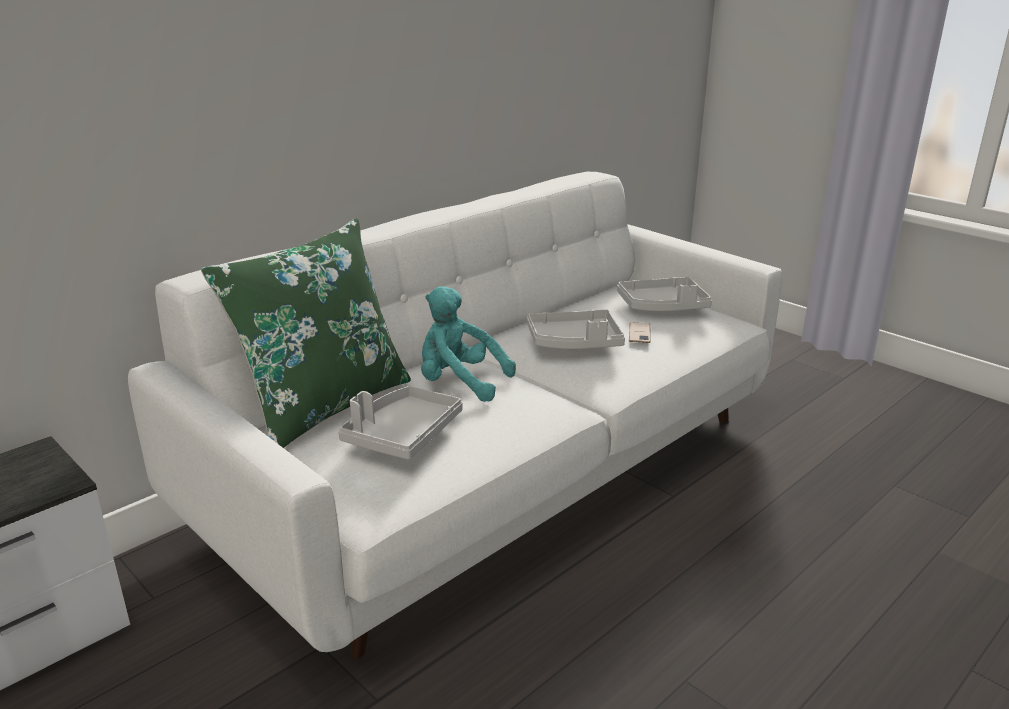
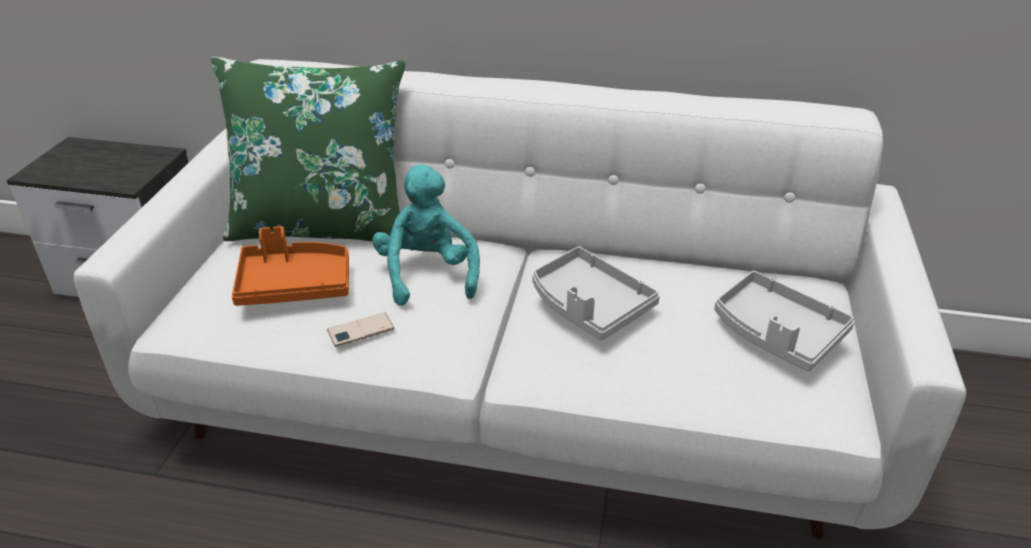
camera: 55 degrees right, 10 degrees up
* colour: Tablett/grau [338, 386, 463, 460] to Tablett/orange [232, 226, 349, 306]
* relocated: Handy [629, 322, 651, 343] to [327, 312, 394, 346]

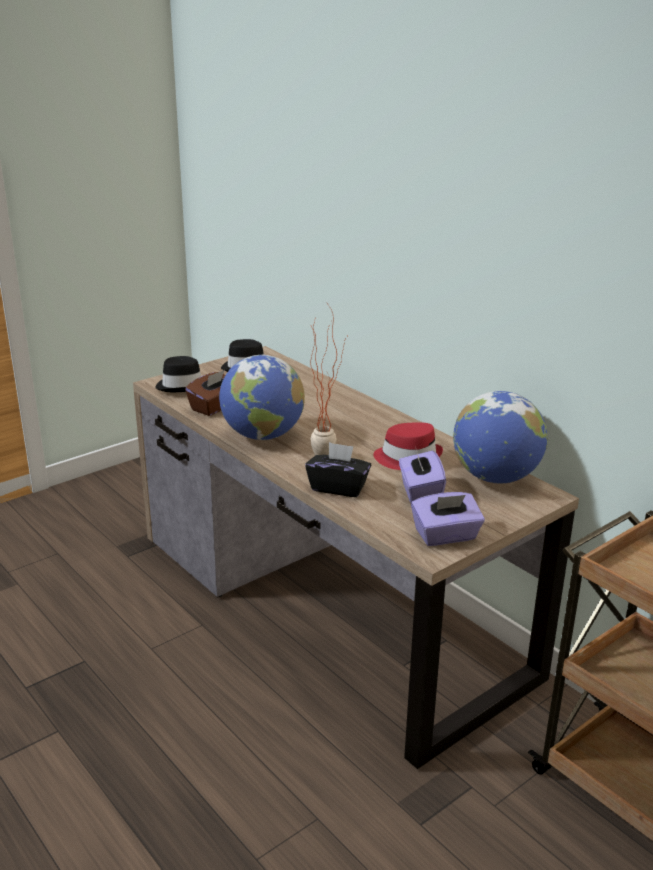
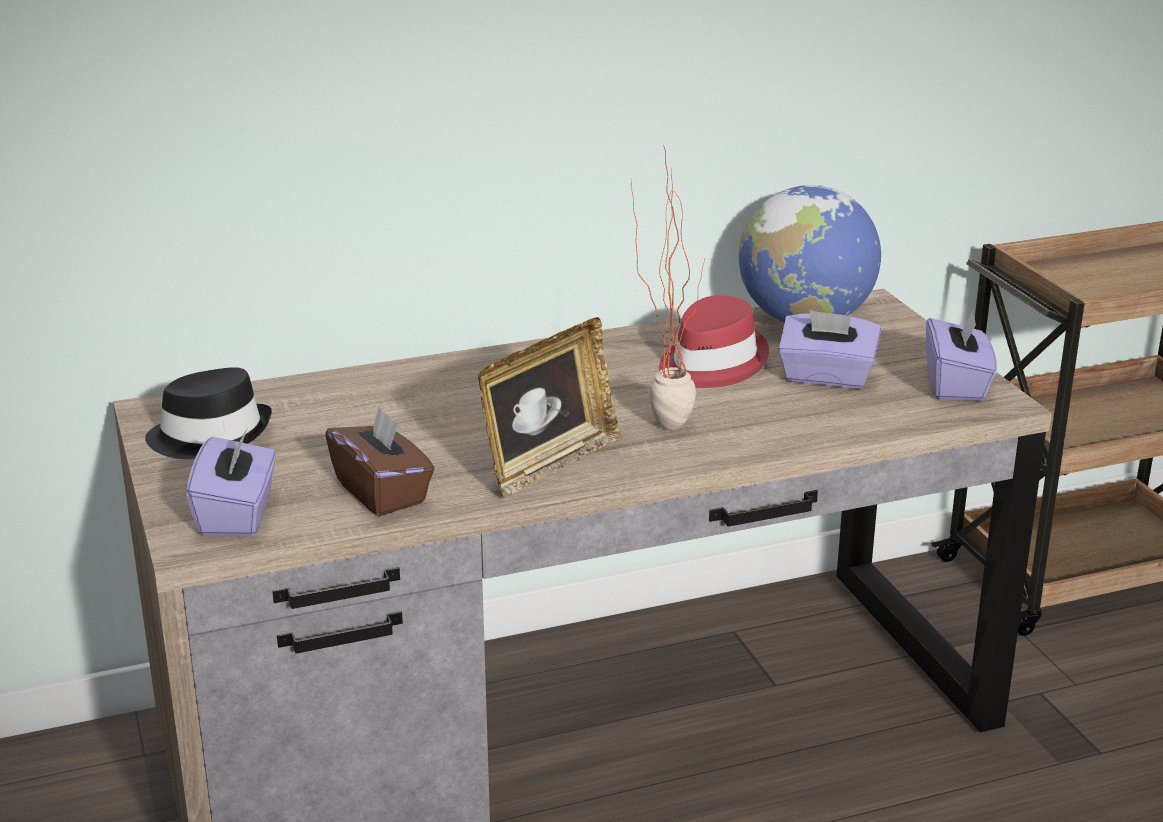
camera: 70 degrees left, 0 degrees up
* exchanged: Hut/schwarz [155, 356, 201, 392] to Taschentuchbox/lila [186, 429, 276, 536]
* exchanged: Globus [219, 355, 305, 440] to Bilderrahmen [478, 317, 622, 497]
* missing: Taschentuchbox/schwarz [305, 442, 371, 497]

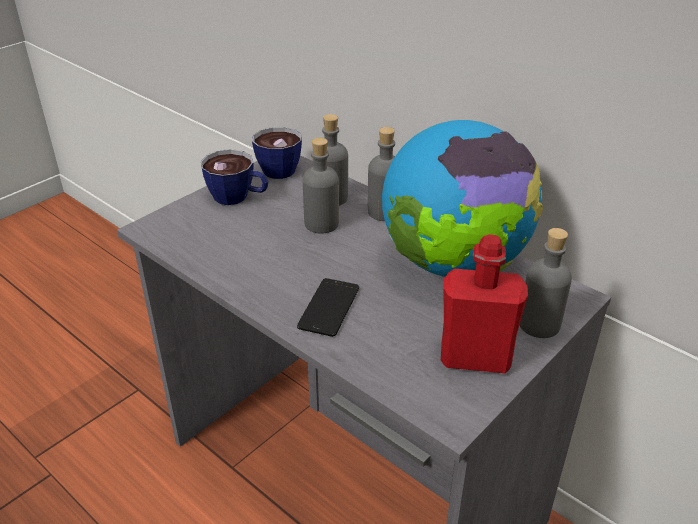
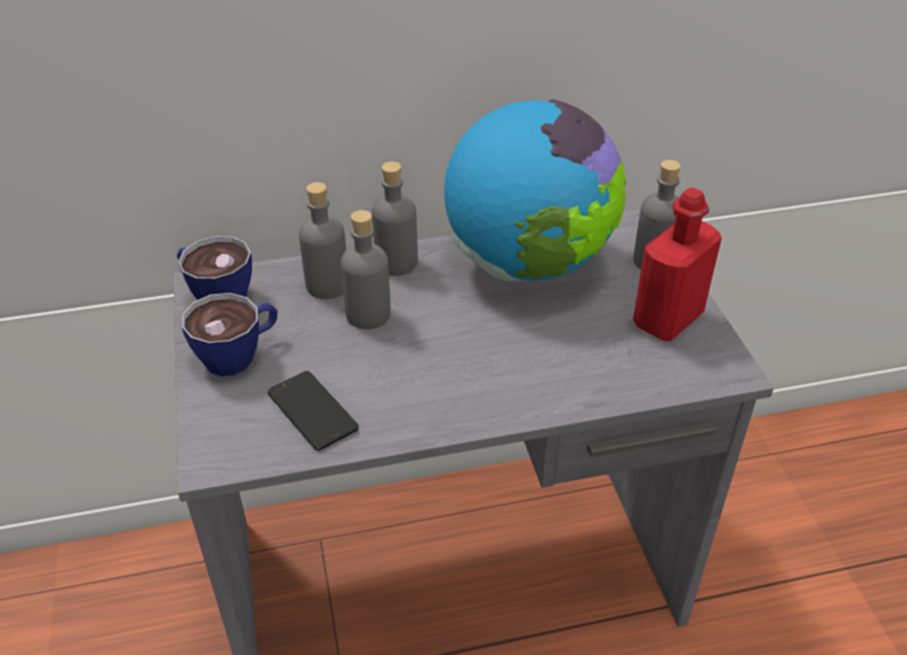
camera: 55 degrees left, 5 degrees up
* relocated: Handy [297, 278, 359, 337] to [267, 371, 359, 451]

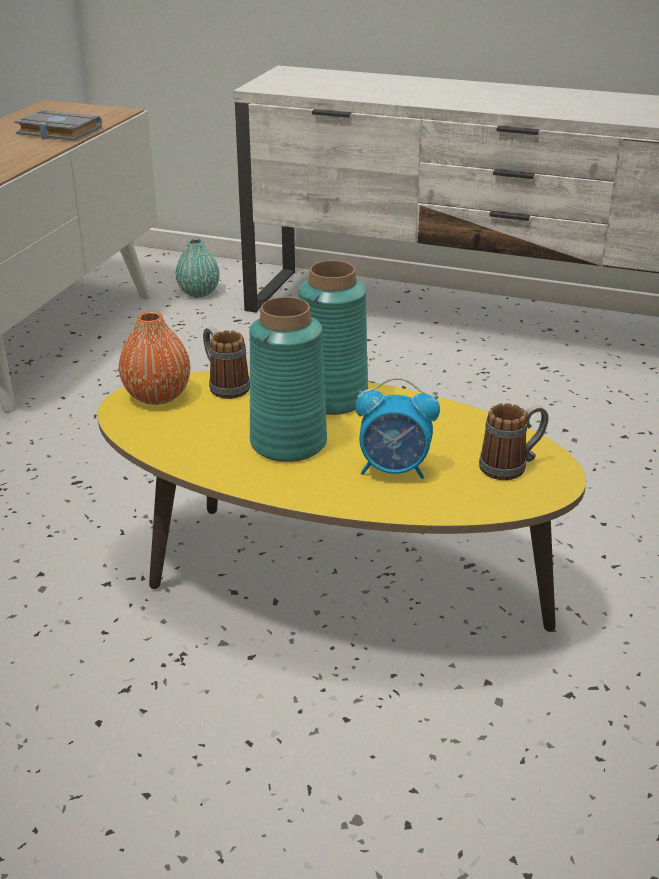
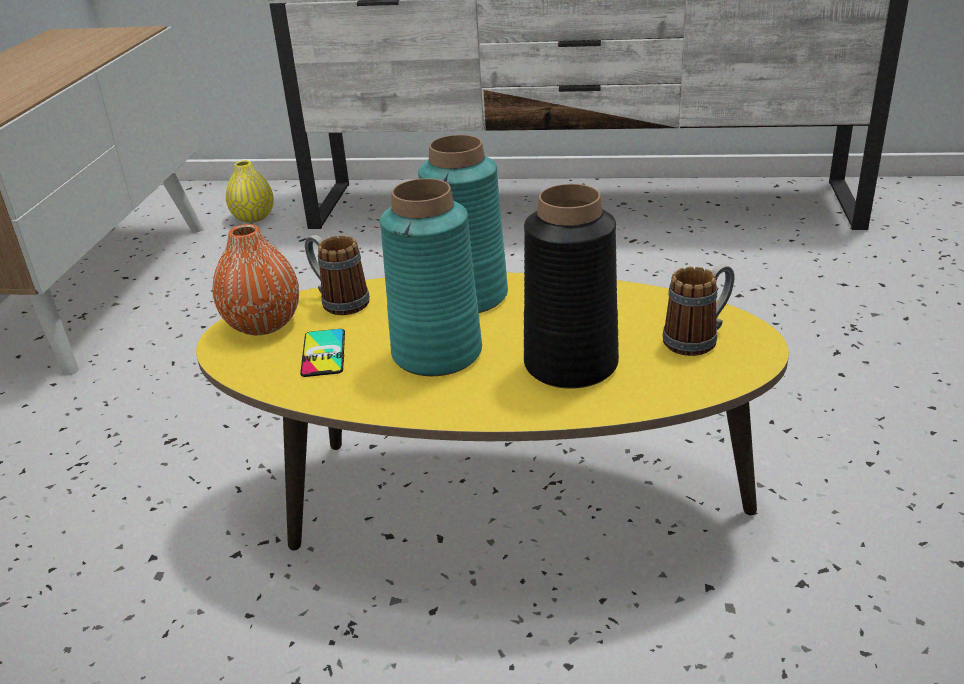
camera: 10 degrees left, 0 degrees up
* colour: Vase/türkis [175, 239, 220, 297] to Vase/gelb [226, 160, 274, 223]
* appeared: Handy [300, 329, 345, 377]
* exchanged: Wecker [355, 377, 440, 479] to Vase/schwarz [524, 184, 619, 389]
* missing: Buch/grau [14, 110, 102, 141]

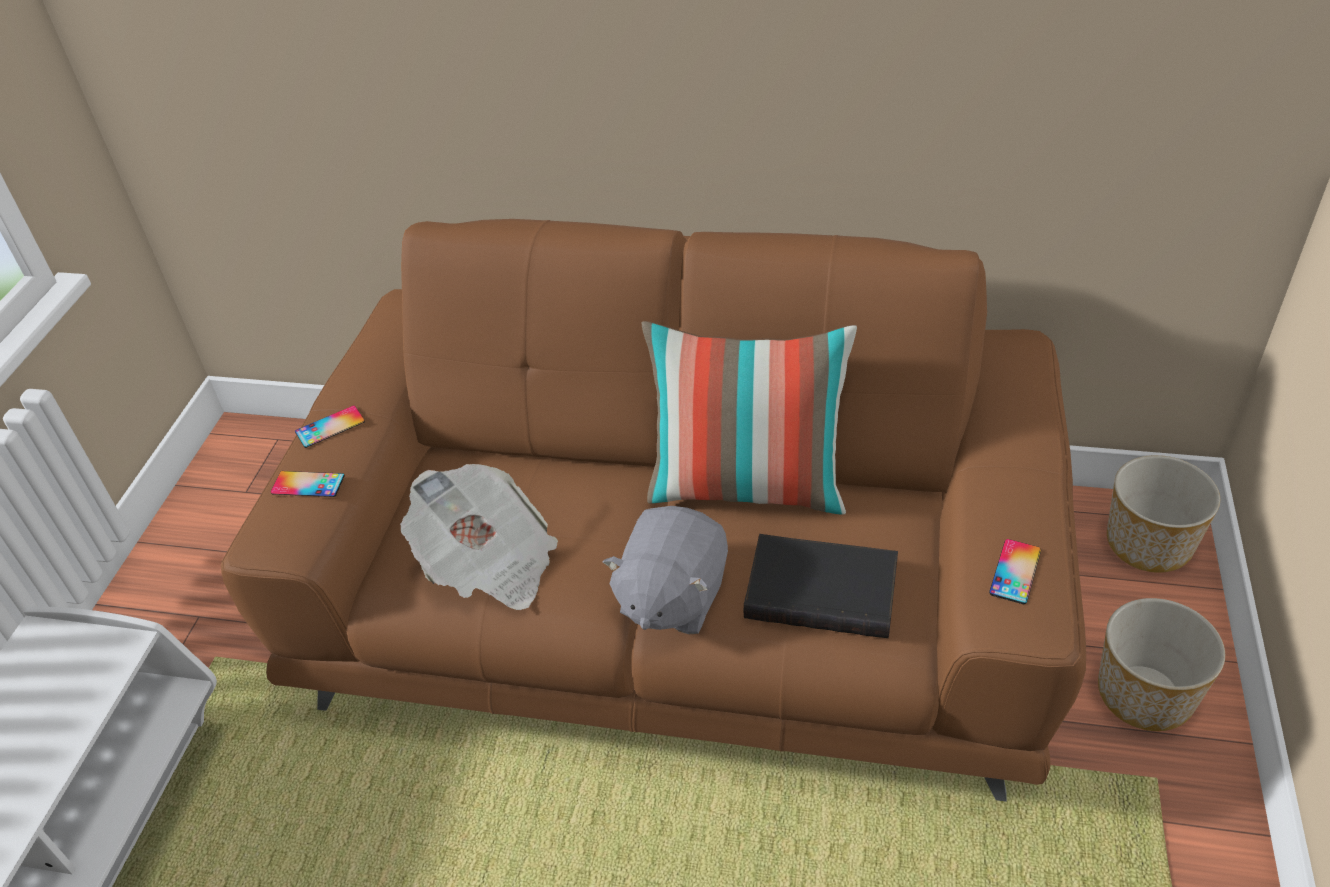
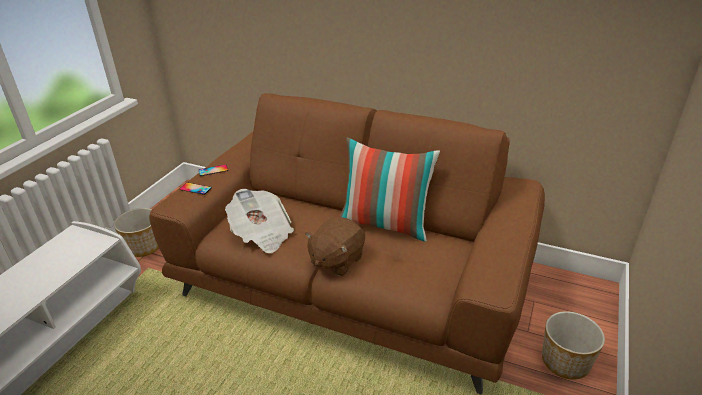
camera: 10 degrees right, 10 degrees down
* relocated: Pflanzkübel [1107, 455, 1220, 573] to [114, 208, 159, 257]
* colour: Plüschtier/grau [603, 506, 728, 634] to Plüschtier/braun [305, 217, 365, 276]
* missing: Buch/schwarz [744, 534, 898, 638]
* missing: Handy [989, 539, 1041, 604]

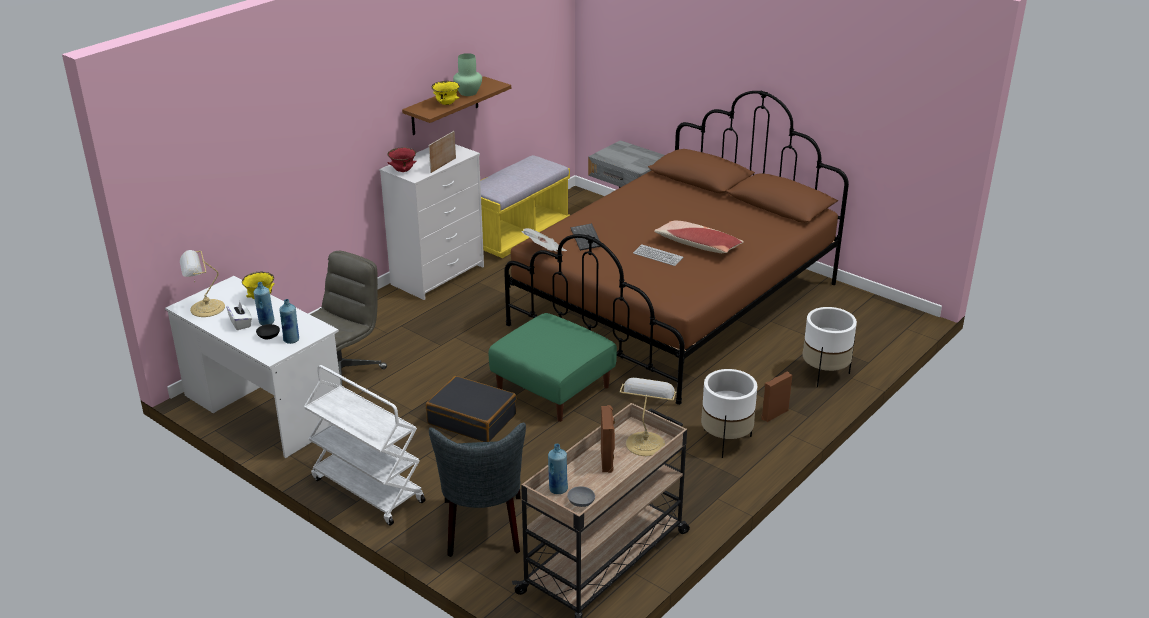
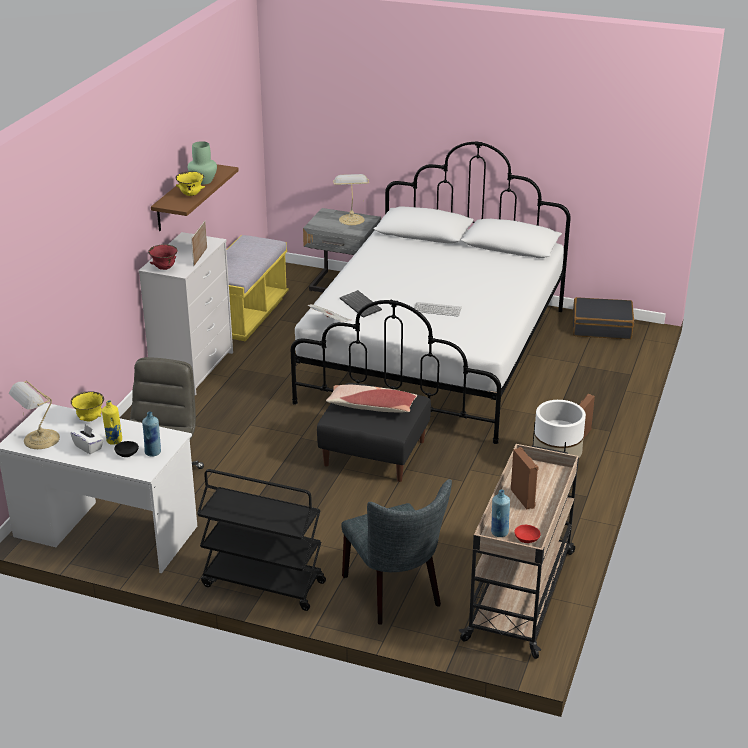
camera: 20 degrees left, 0 degrees up
* colour: Flasche/blau [253, 282, 275, 325] to Flasche/gelb [102, 400, 122, 445]
* colour: Rollwagen/weiß [304, 365, 426, 526] to Rollwagen/schwarz [197, 469, 326, 611]
* colour: Bett/braun [504, 90, 849, 405] to Bett/weiß [291, 141, 571, 444]
* colour: Polsterhocker/grün [489, 313, 617, 422] to Polsterhocker/schwarz [317, 383, 431, 482]
* relocated: Kissen [654, 221, 744, 253] to [326, 385, 417, 413]
* relocated: Tischlampe [620, 378, 677, 456] to [333, 174, 369, 225]
* colour: Schüssel/grau [567, 486, 595, 507] to Schüssel/rot [514, 525, 541, 543]
* relocated: Koffer/schwarz [426, 376, 517, 442] to [573, 297, 634, 339]
* missing: Pflanzkübel/weiß [802, 307, 857, 388]

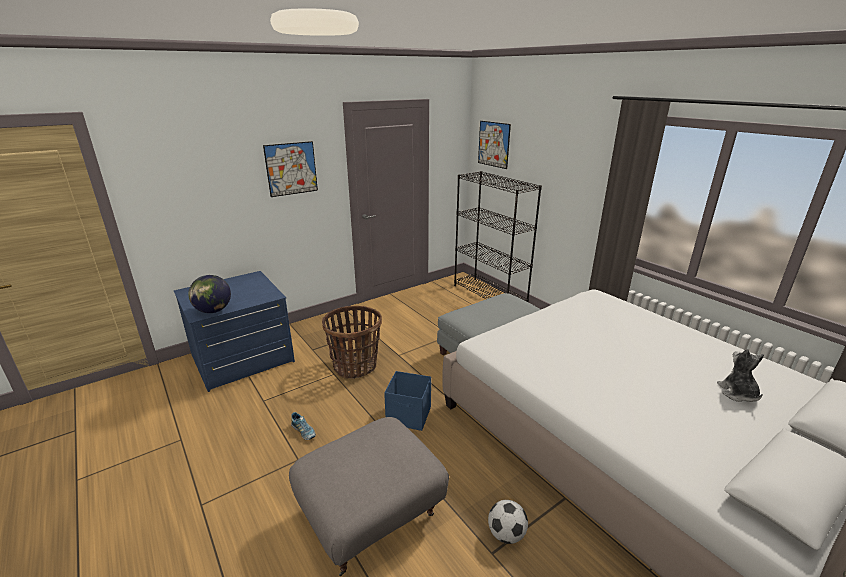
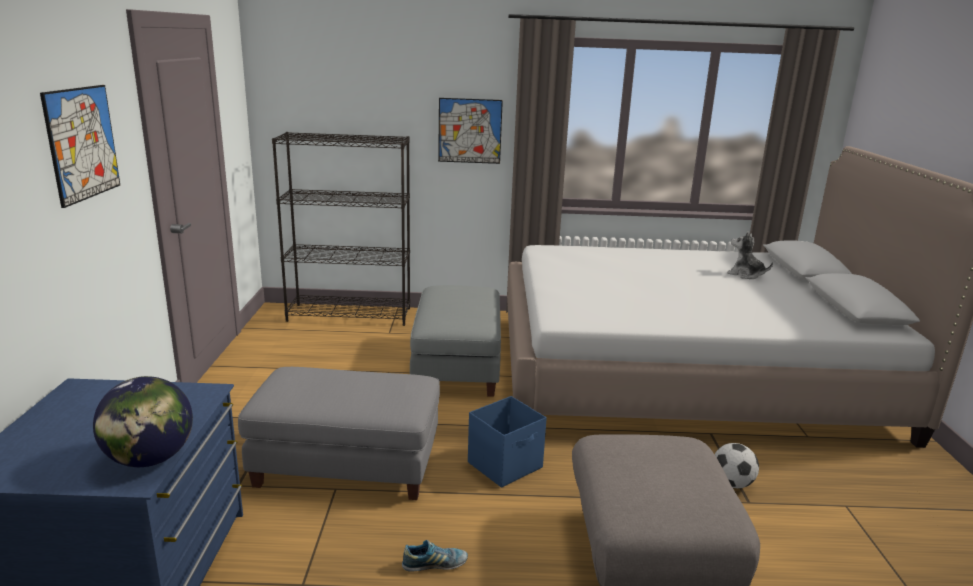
camera: 55 degrees left, 5 degrees down
* exchanged: Korb [322, 306, 382, 379] to Polsterhocker/grau [238, 367, 440, 500]
* relocated: Bild [478, 121, 511, 169] to [438, 98, 503, 164]

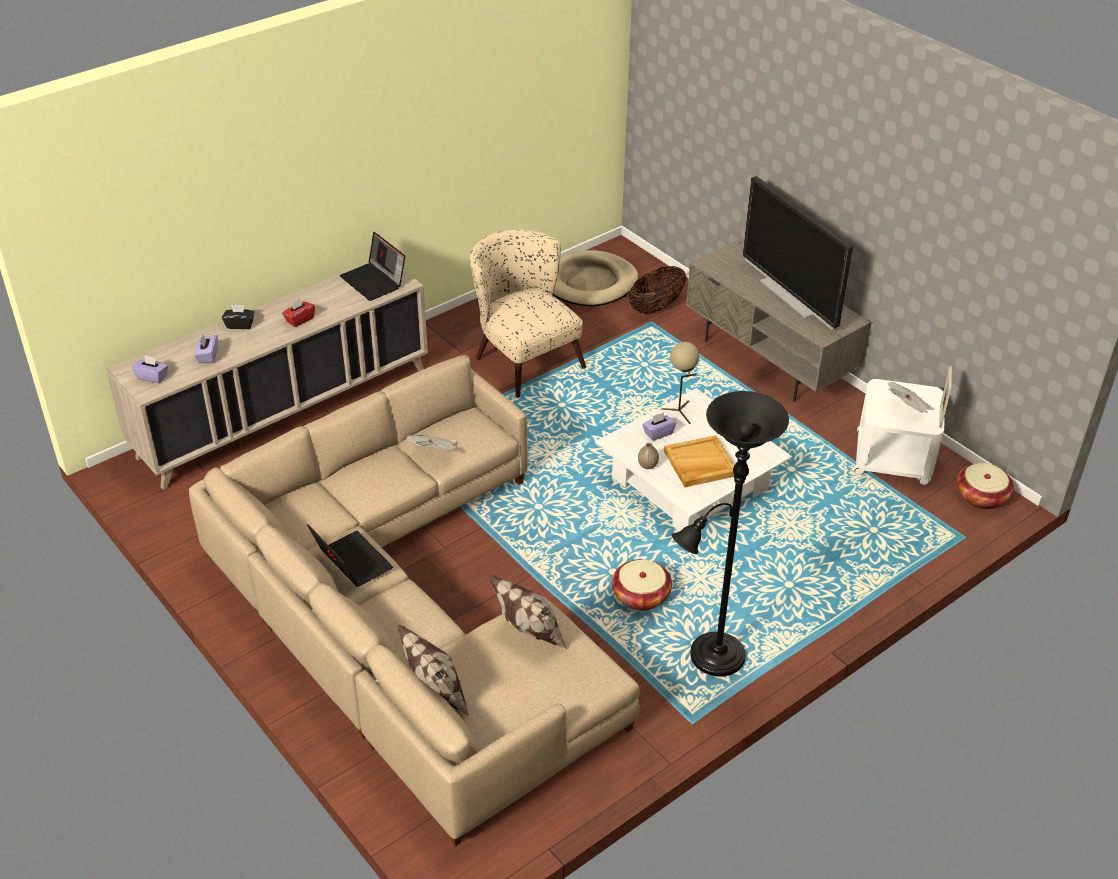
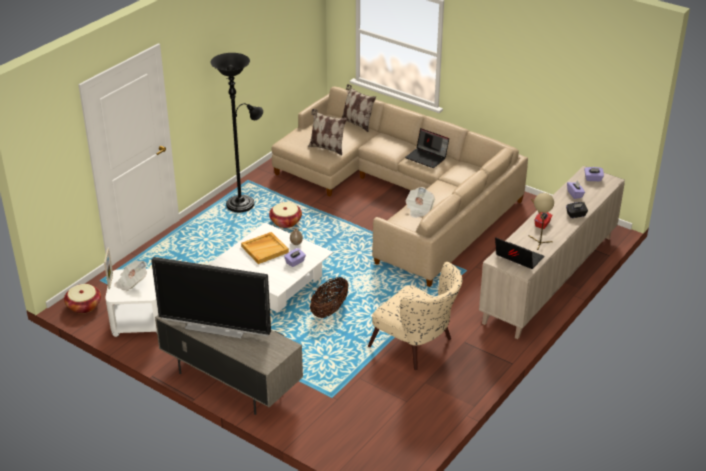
camera: 165 degrees right, 5 degrees down
* spun: Fernseher [743, 176, 853, 330] = [151, 257, 271, 338] 150 degrees clockwise
* relocated: Korb [628, 266, 686, 314] to [310, 277, 348, 318]
* relocated: Tischlampe/beige [661, 342, 699, 424] to [528, 193, 554, 250]
* missing: Hundebett/beige [553, 250, 638, 306]

